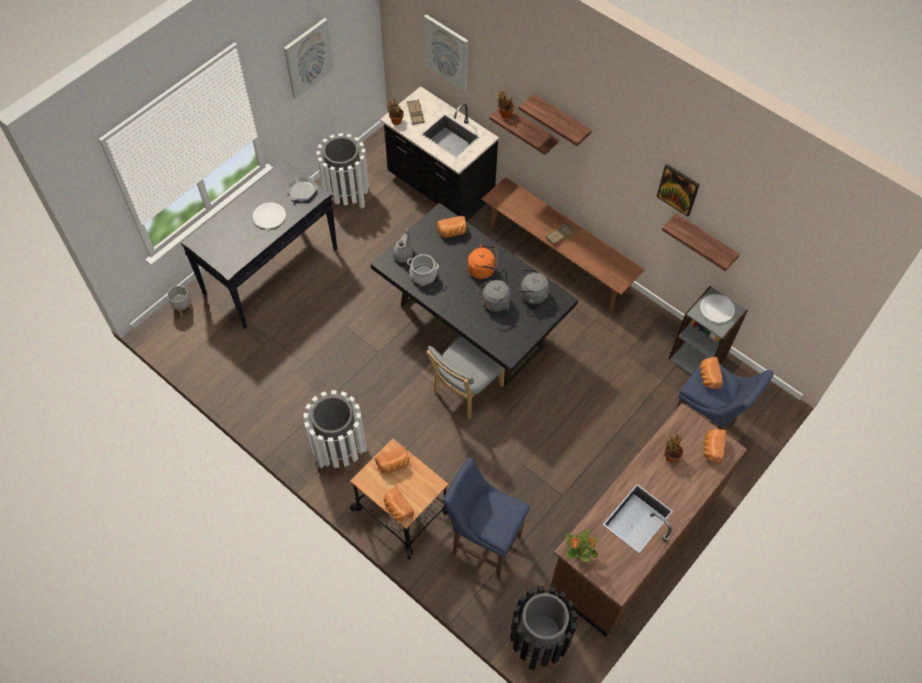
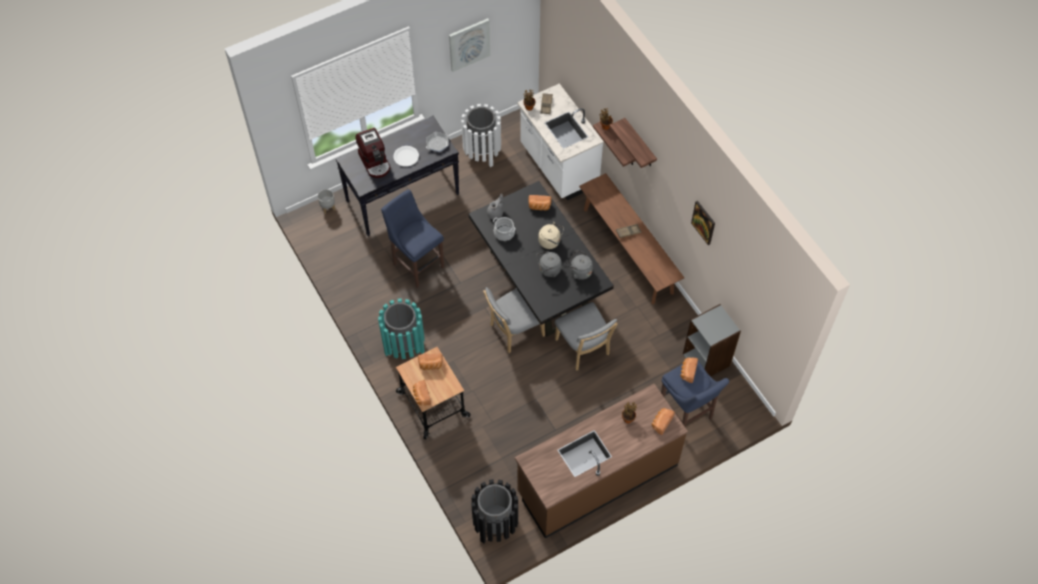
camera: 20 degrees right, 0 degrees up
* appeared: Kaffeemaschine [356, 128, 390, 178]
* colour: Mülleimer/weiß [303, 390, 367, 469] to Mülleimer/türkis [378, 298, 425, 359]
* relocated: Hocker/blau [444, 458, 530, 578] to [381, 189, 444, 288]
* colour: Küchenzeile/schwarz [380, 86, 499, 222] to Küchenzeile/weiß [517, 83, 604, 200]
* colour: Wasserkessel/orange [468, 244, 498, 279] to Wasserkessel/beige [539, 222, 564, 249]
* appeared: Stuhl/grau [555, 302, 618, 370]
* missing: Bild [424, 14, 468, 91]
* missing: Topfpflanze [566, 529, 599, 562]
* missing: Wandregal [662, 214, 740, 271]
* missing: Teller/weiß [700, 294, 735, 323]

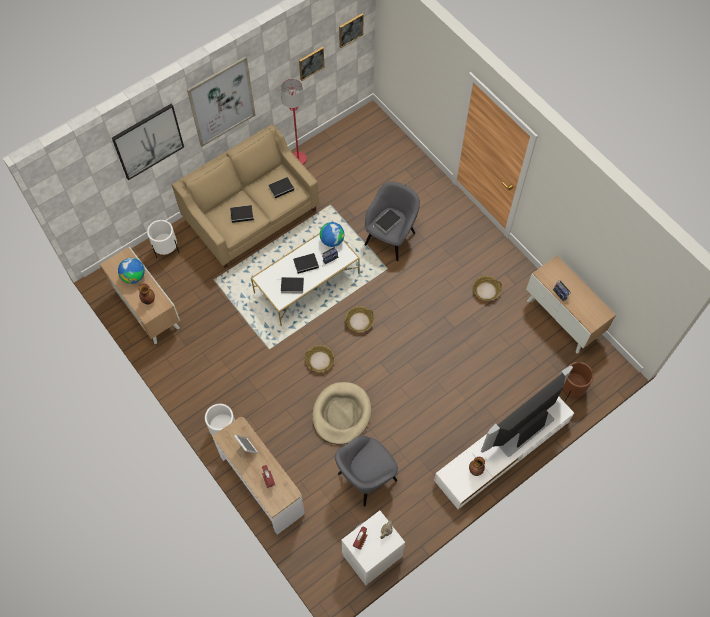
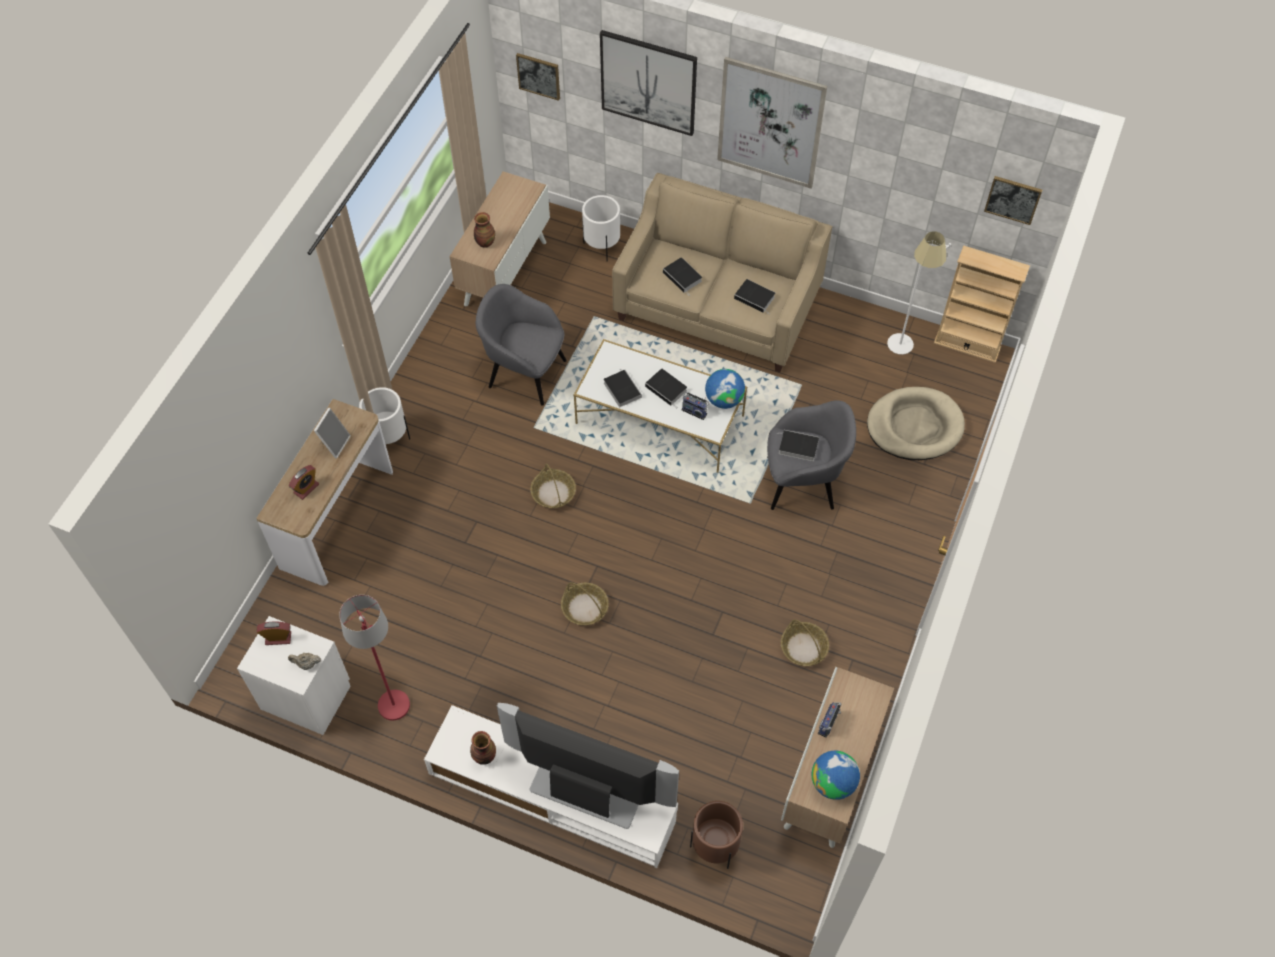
camera: 60 degrees right, 5 degrees down
* relocated: Stehlampe/rot [281, 79, 307, 165] to [339, 595, 410, 720]
* relocated: Sessel/grau [335, 436, 398, 507] to [476, 284, 567, 405]
* relocated: Bild [299, 47, 324, 81] to [516, 53, 560, 101]
* relocated: Korb [345, 306, 374, 332] to [561, 582, 609, 625]
* relocated: Globus [118, 258, 145, 284] to [812, 751, 860, 800]
* relocated: Hundebett/beige [312, 382, 372, 445] to [867, 387, 965, 460]
* appeared: Stehlampe/weiß [887, 231, 951, 355]
* appeared: Bücherregal/beige [934, 246, 1030, 363]

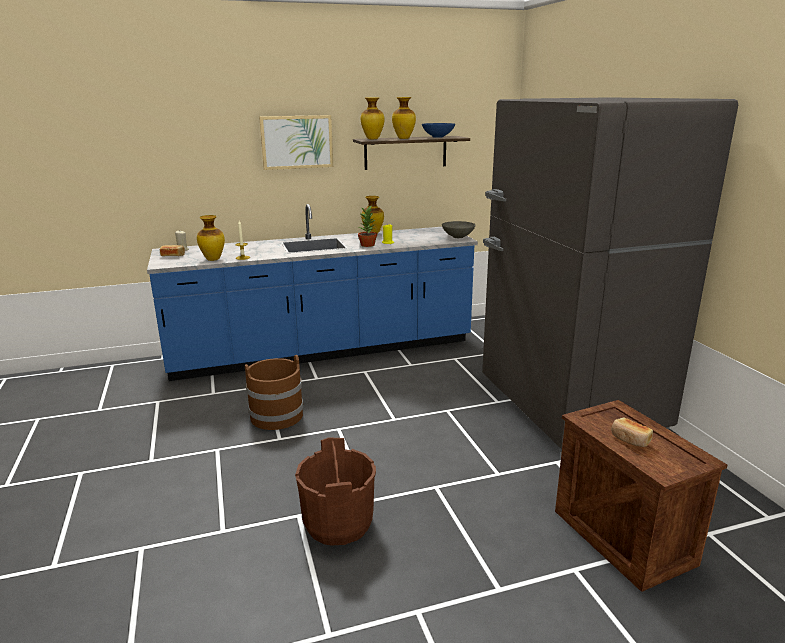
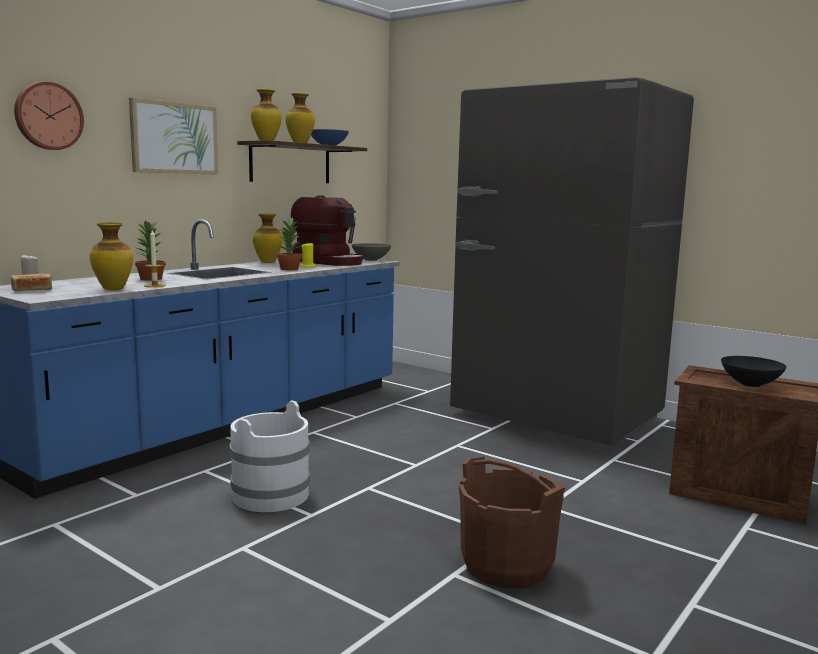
camera: 35 degrees left, 10 degrees down
* appeared: Wanduhr [14, 81, 84, 150]
* appeared: Topfpflanze [135, 220, 166, 280]
* colour: Eimer/braun [245, 355, 303, 430] to Eimer/weiß [230, 400, 310, 512]
* appeared: Kaffeemaschine [291, 195, 363, 266]
* exchanged: Brot [611, 418, 653, 447] to Schüssel/schwarz [721, 356, 786, 387]

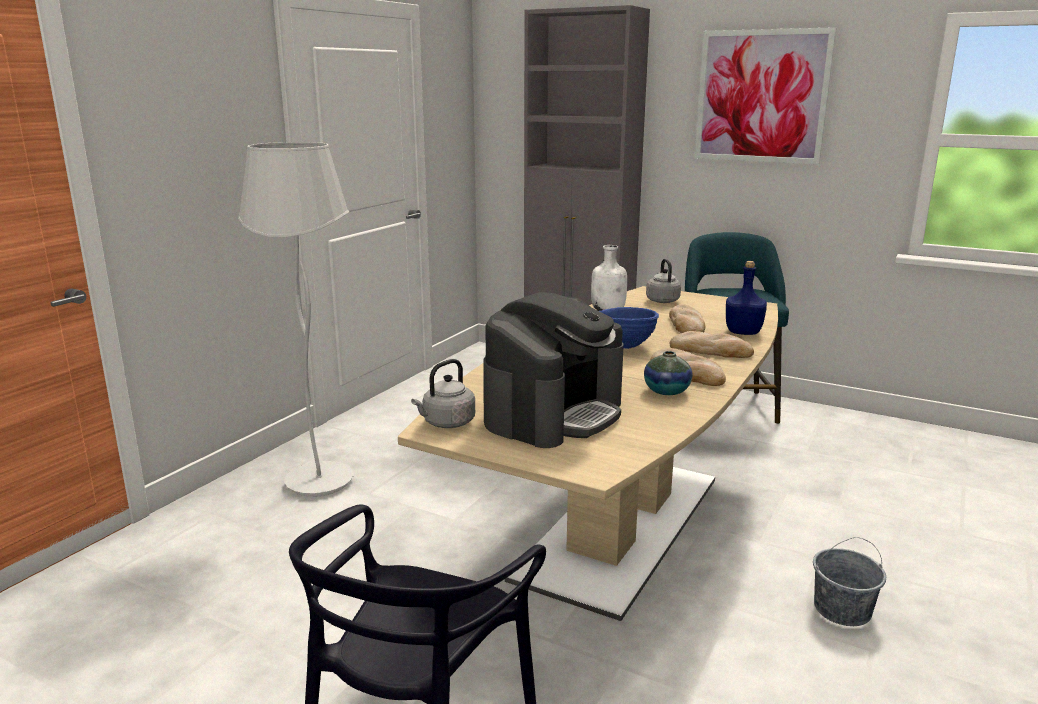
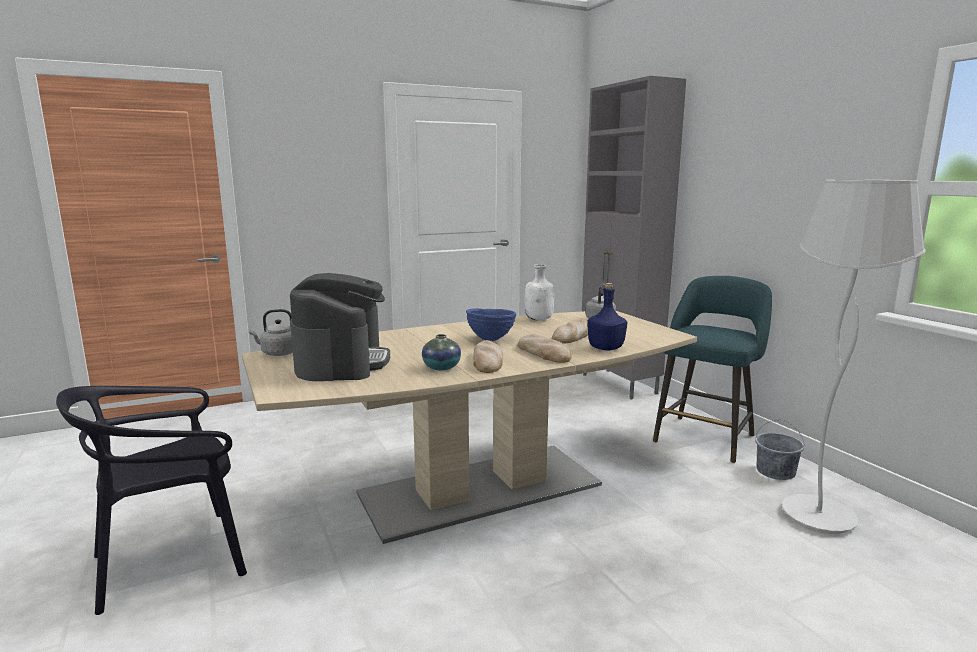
camera: 35 degrees right, 5 degrees down
* spun: Kaffeemaschine [483, 292, 624, 448] = [290, 273, 390, 381] 75 degrees counterclockwise
* relocated: Eimer/grau [813, 537, 886, 626] to [755, 420, 804, 480]
* relocated: Stehlampe/weiß [238, 142, 354, 497] to [782, 180, 926, 534]
* missing: Bild [695, 27, 836, 165]

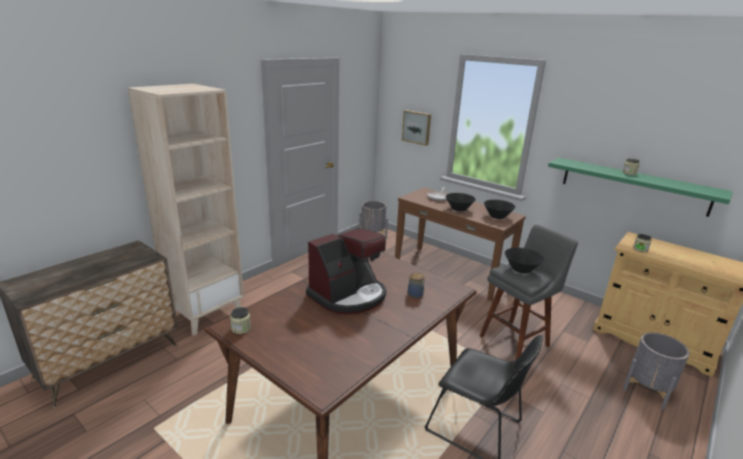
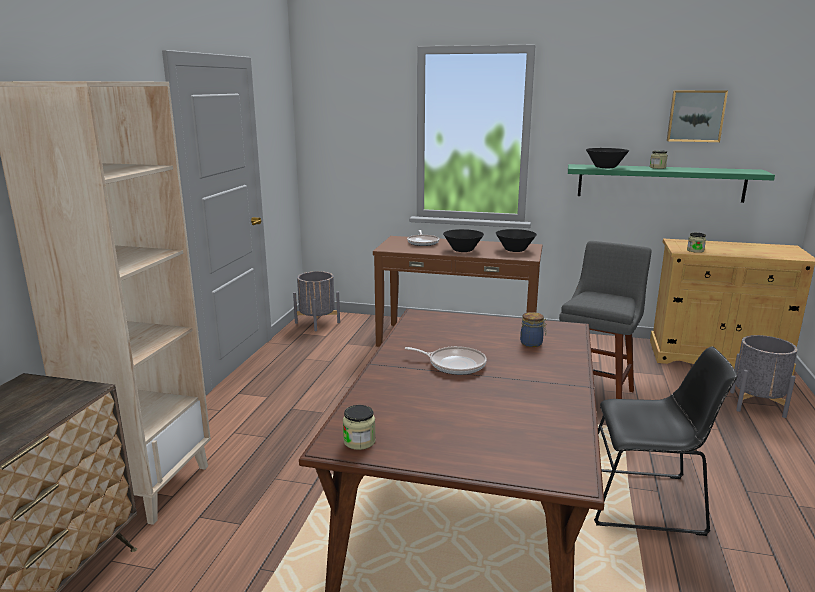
camera: 25 degrees left, 5 degrees down
* exchanged: Kaffeemaschine [306, 229, 386, 314] to Pfanne [405, 346, 487, 375]
* relocated: Schüssel/schwarz [505, 248, 544, 273] to [586, 148, 629, 168]
* relocated: Bild [402, 110, 431, 146] to [667, 90, 728, 142]

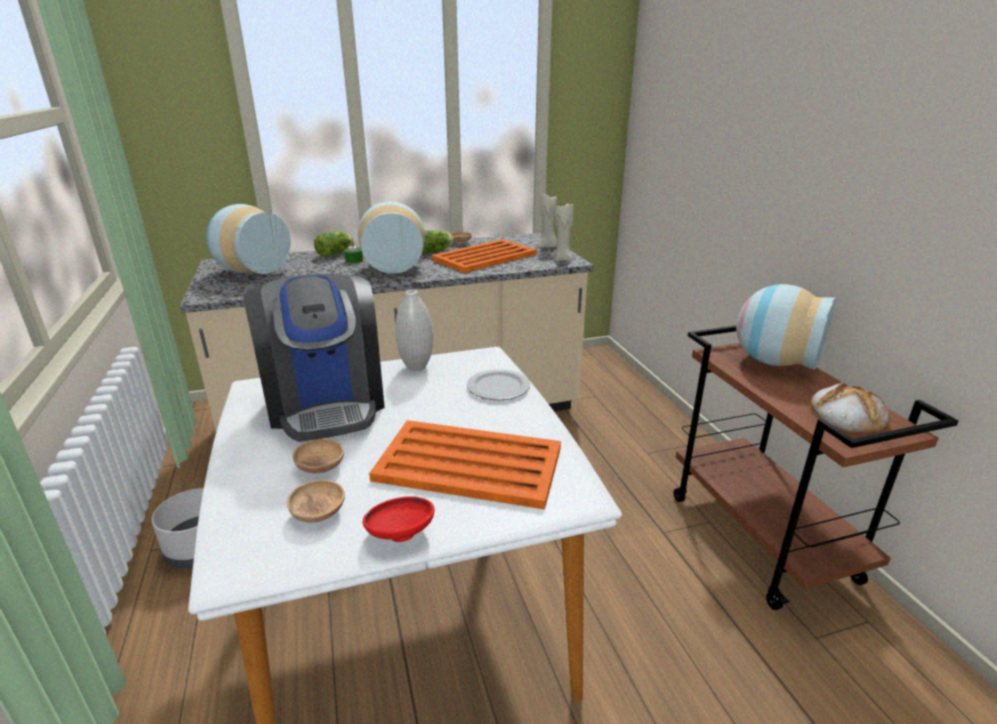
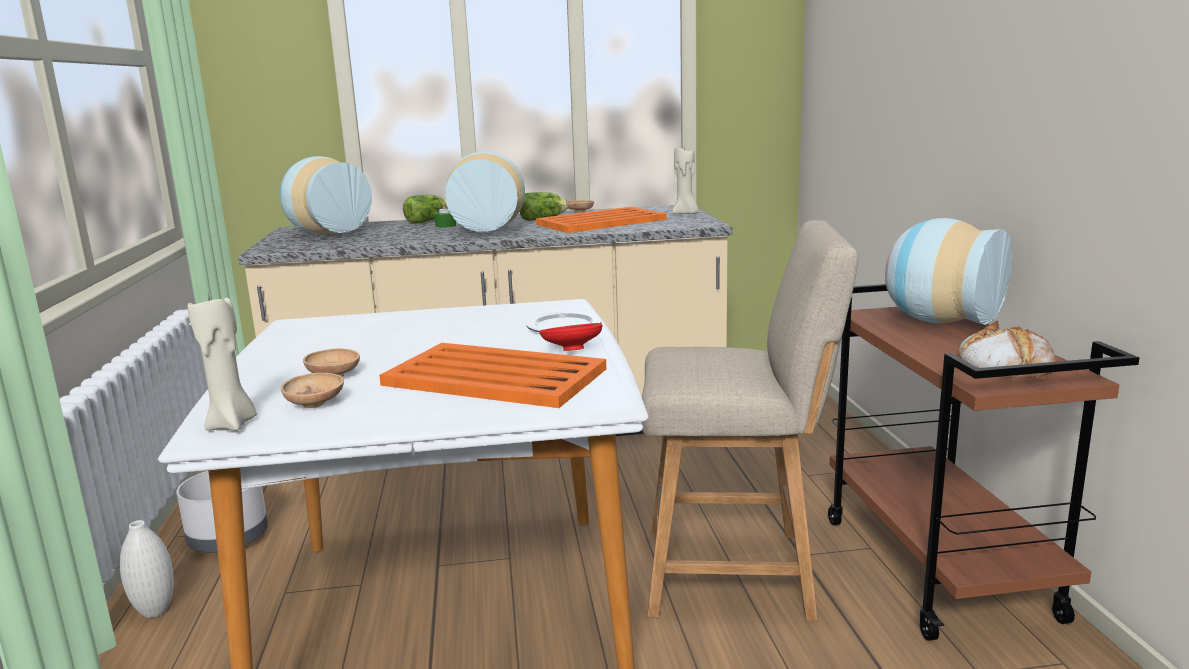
camera: 10 degrees right, 10 degrees down
* relocated: Vase/weiß [395, 290, 433, 371] to [120, 520, 174, 618]
* relocated: Kerze/beige [551, 204, 574, 262] to [188, 294, 257, 431]
* relocated: Schüssel/rot [363, 496, 435, 542] to [539, 323, 603, 351]
* appeared: Stuhl/beige [642, 220, 858, 621]
* missing: Kaffeemaschine [243, 274, 385, 442]

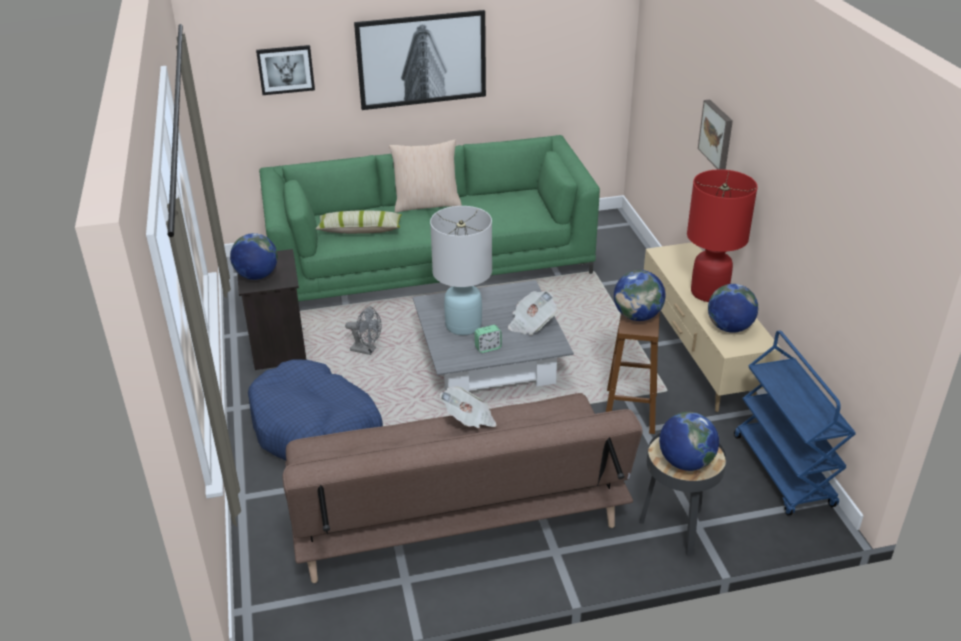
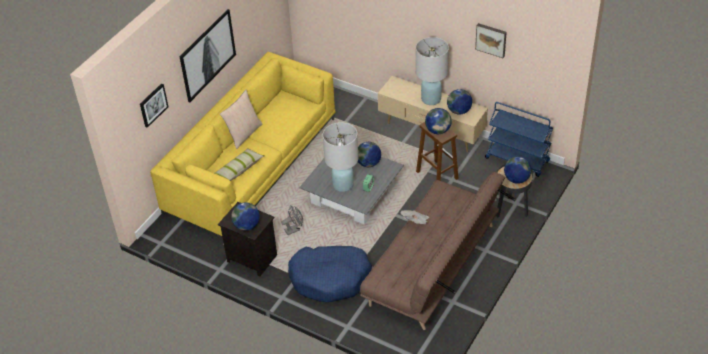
camera: 45 degrees left, 10 degrees up
* colour: Sofa/grün [259, 135, 600, 301] to Sofa/gelb [150, 52, 336, 237]
* exchanged: Zeitung [508, 291, 557, 335] to Globus [358, 142, 381, 167]
* colour: Tischlampe/rot [687, 169, 758, 302] to Tischlampe/weiß [416, 37, 449, 105]
* relocated: Bild [698, 99, 733, 170] to [475, 23, 507, 58]

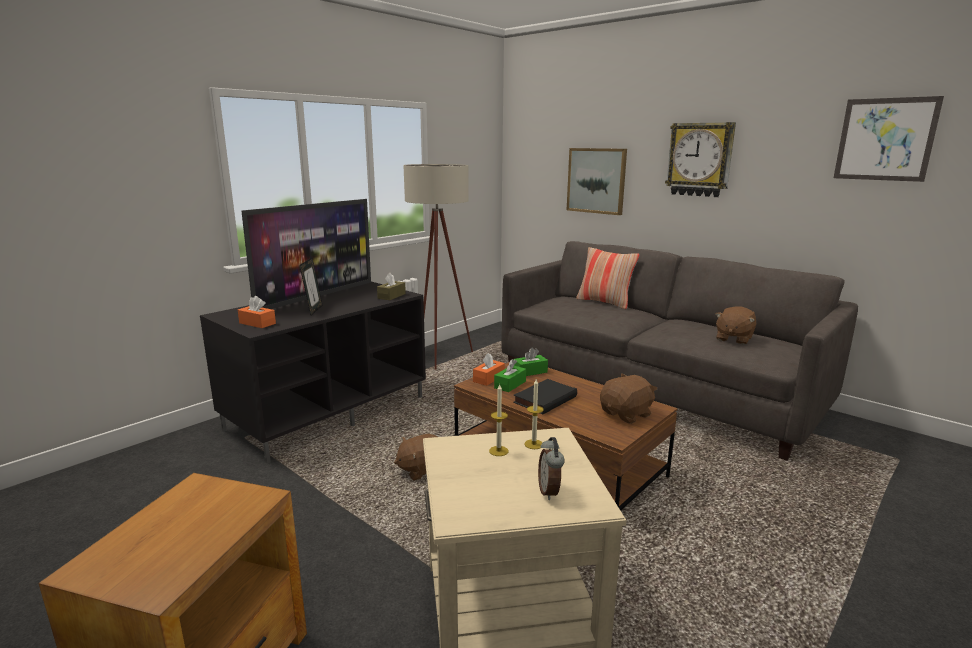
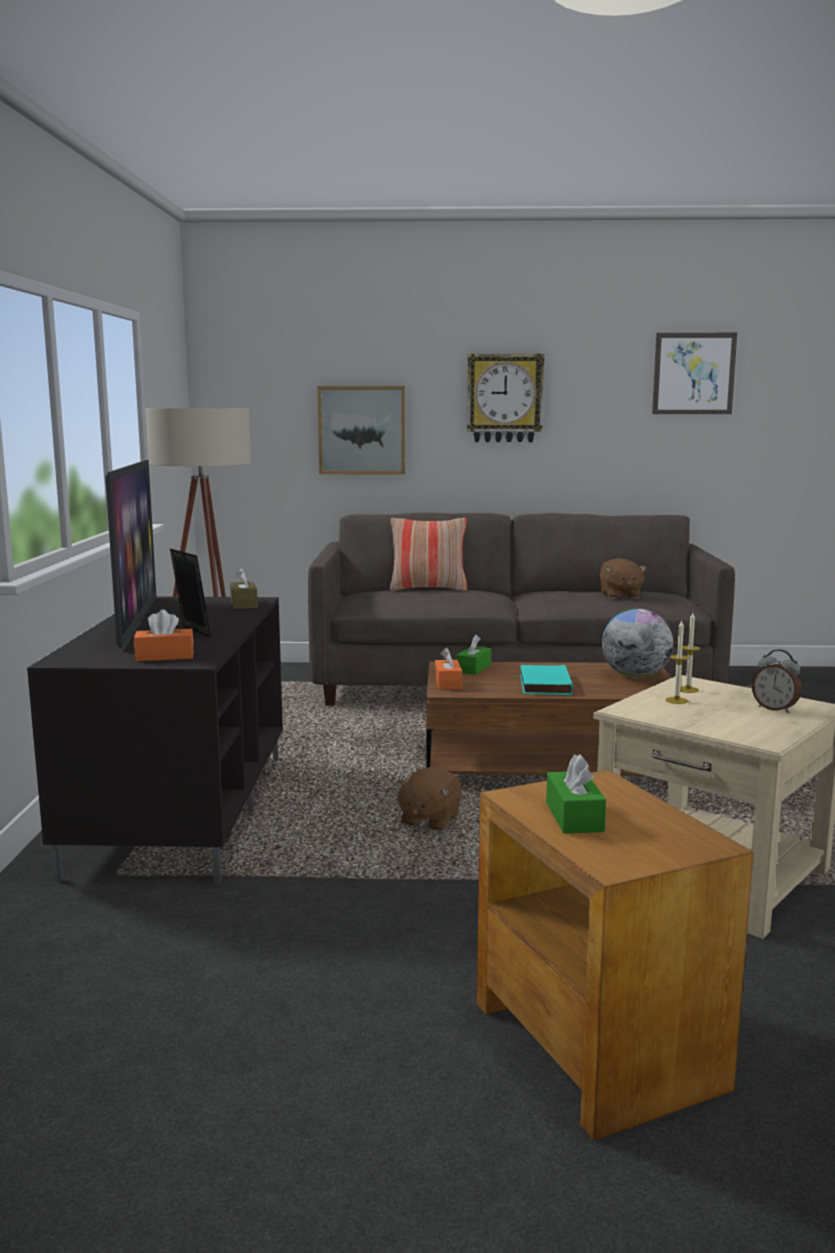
camera: 40 degrees left, 5 degrees down
* colour: Buch/schwarz [513, 379, 577, 415] to Buch/türkis [520, 665, 573, 695]
* relocated: Taschentuchbox/grün [494, 359, 526, 392] to [546, 754, 606, 834]
* exchanged: Plüschtier/braun [600, 374, 657, 424] to Globus [602, 609, 673, 678]

